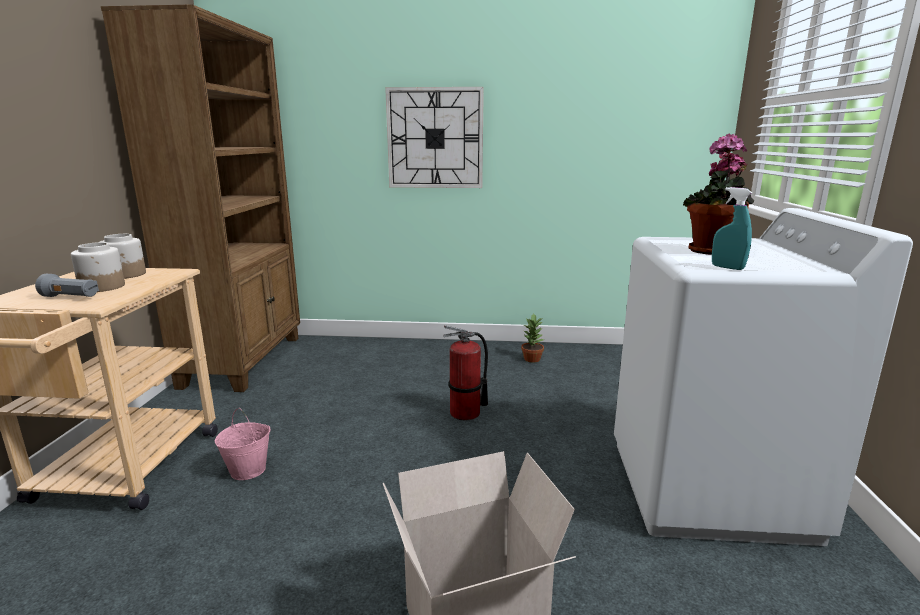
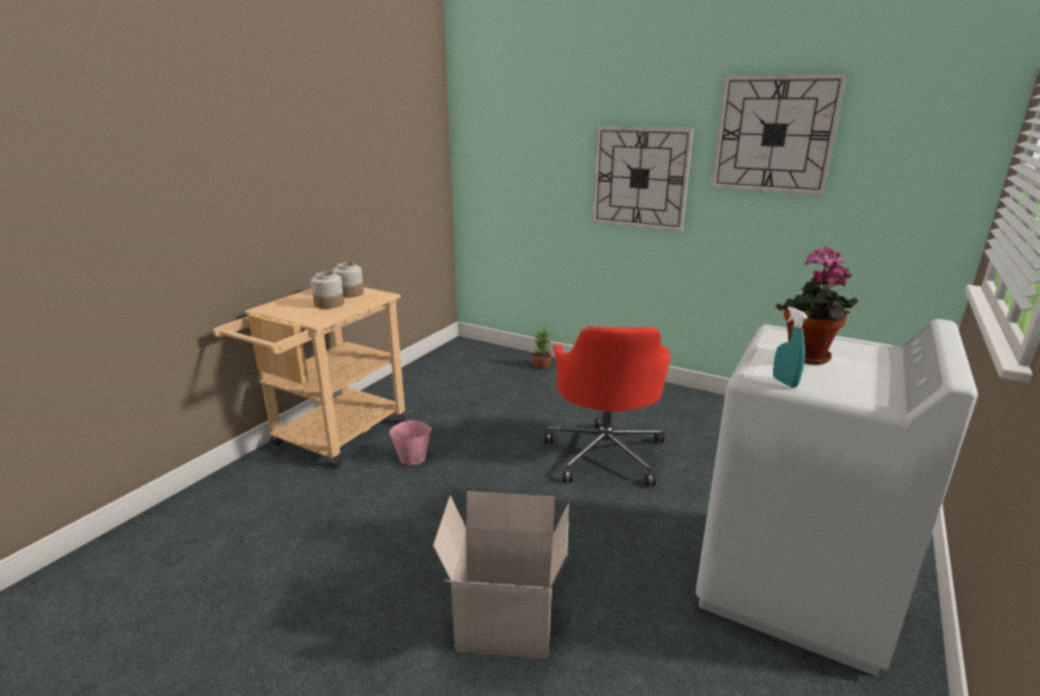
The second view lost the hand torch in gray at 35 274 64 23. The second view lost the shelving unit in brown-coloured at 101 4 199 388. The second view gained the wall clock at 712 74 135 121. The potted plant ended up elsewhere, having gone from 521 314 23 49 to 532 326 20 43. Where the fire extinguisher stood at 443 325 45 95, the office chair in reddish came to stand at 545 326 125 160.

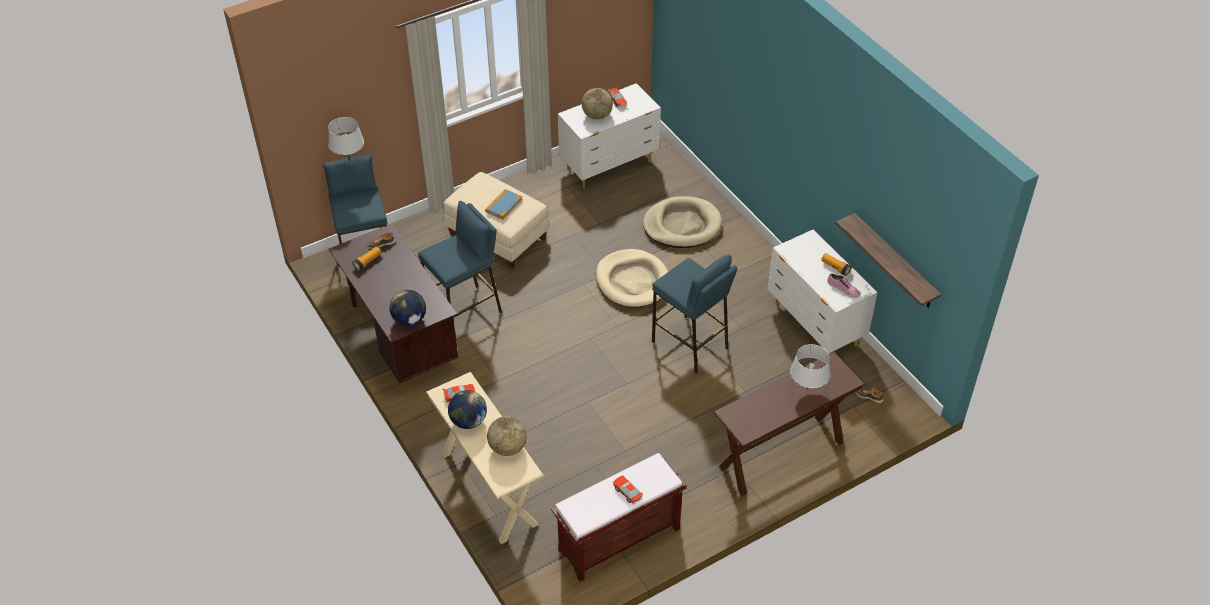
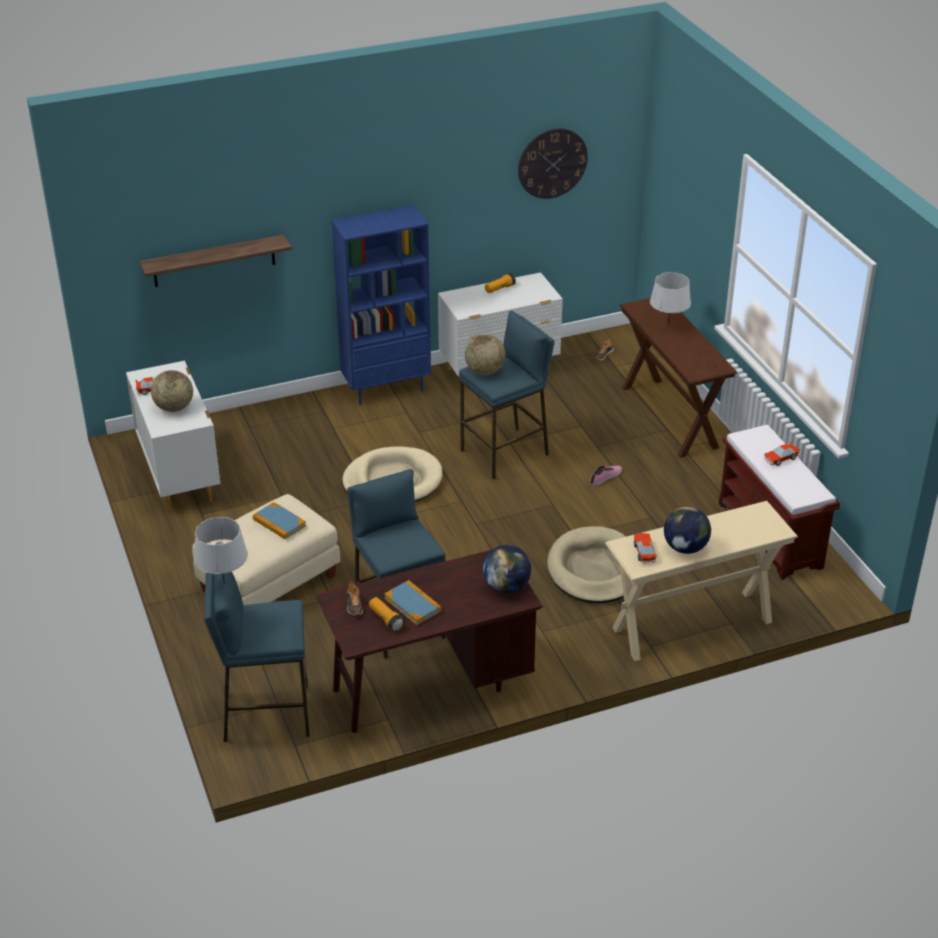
The second view gained the shelving unit in blue-coloured at 332 205 99 200. The second view gained the book at 384 580 58 45. The second view gained the wall clock at 518 128 70 71. The desk globe ended up elsewhere, having gone from 487 416 40 40 to 465 335 40 40. The dog cushion in beige ended up elsewhere, having gone from 643 196 79 52 to 547 526 87 77. The shoe ended up elsewhere, having gone from 827 273 33 25 to 590 465 32 21. The wall shelf ended up elsewhere, having gone from 835 213 106 95 to 139 235 153 52.

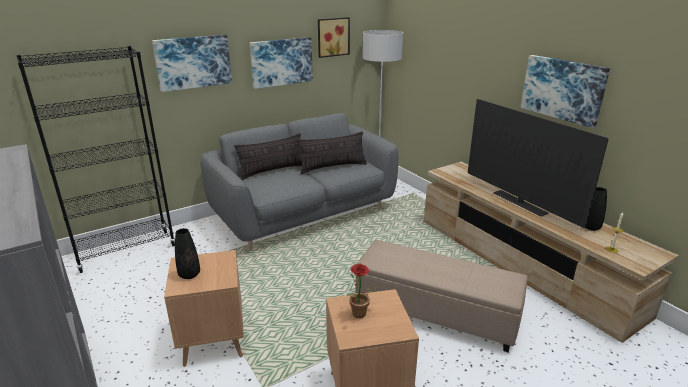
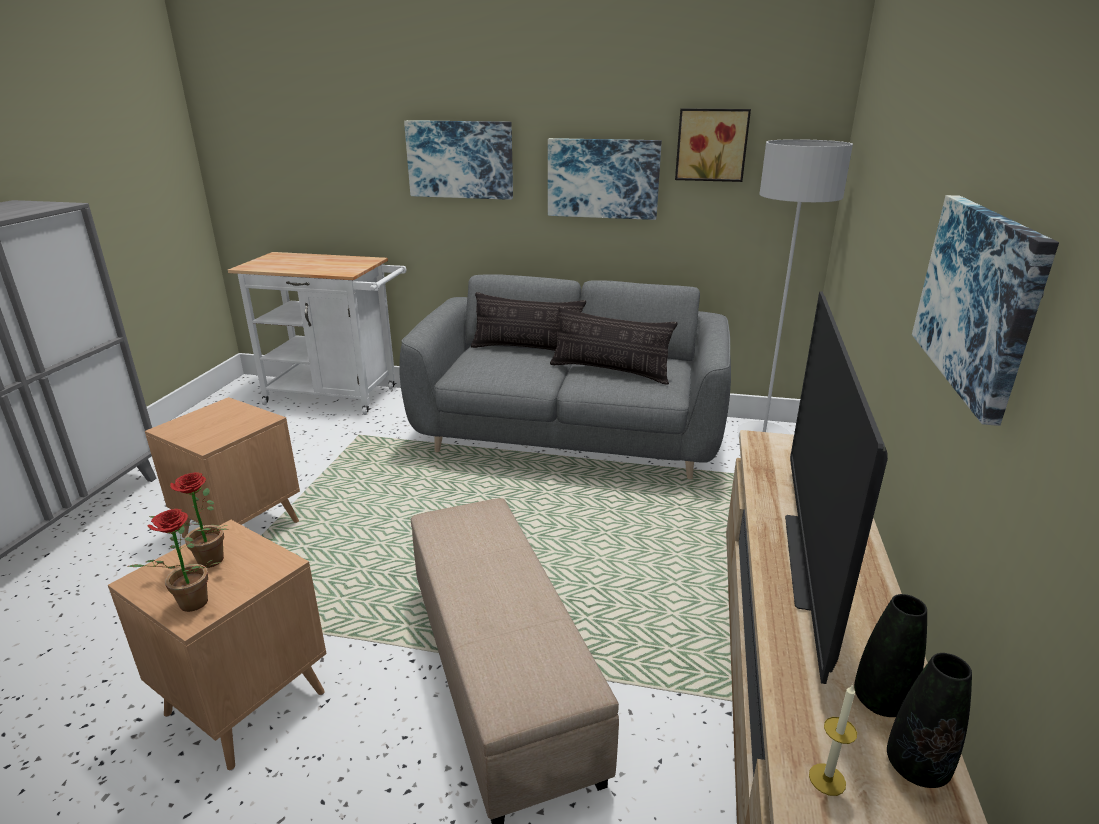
The second view gained the potted plant at 127 509 95 103. The decorative vase in black-coloured ended up elsewhere, having gone from 175 228 25 51 to 887 653 85 135. Where the shelving unit in black-coloured stood at 16 46 159 227, the wheeled cart in white came to stand at 228 252 178 163.

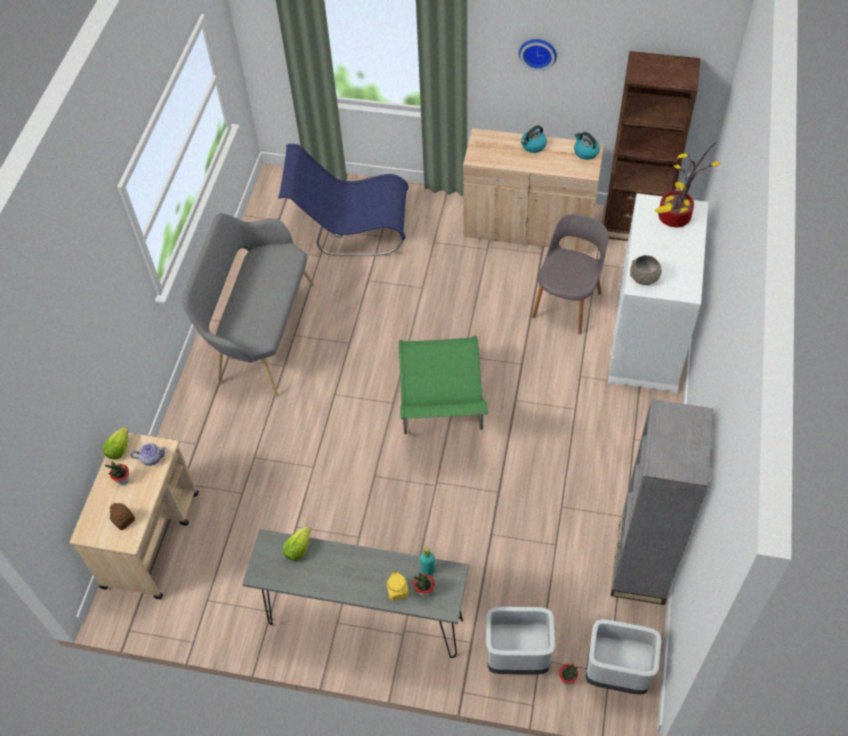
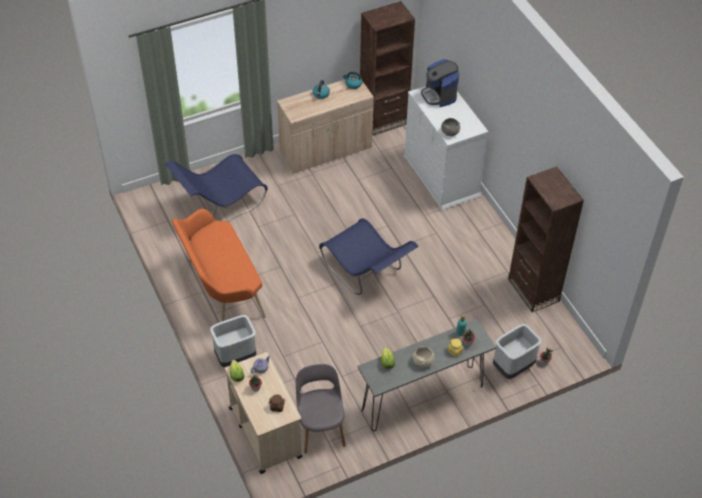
The second view lost the wall clock at 519 39 38 32. The second view gained the serving bowl in beige at 413 346 22 21. The plain chair in gray ended up elsewhere, having gone from 532 214 76 120 to 296 364 50 89. The rubbish bin in gray ended up elsewhere, having gone from 586 619 76 76 to 210 315 46 52. Where the potted plant stood at 654 142 66 85, the coffee machine came to stand at 421 59 38 48. What was the long seat in gray at 182 213 133 184 turned into the long seat in orange at 172 209 94 113. What was the plain chair in greenish at 399 335 89 99 turned into the plain chair in blue-coloured at 319 218 100 77. What was the shelving unit in gray at 611 399 102 206 turned into the shelving unit in brown-coloured at 508 166 76 146.

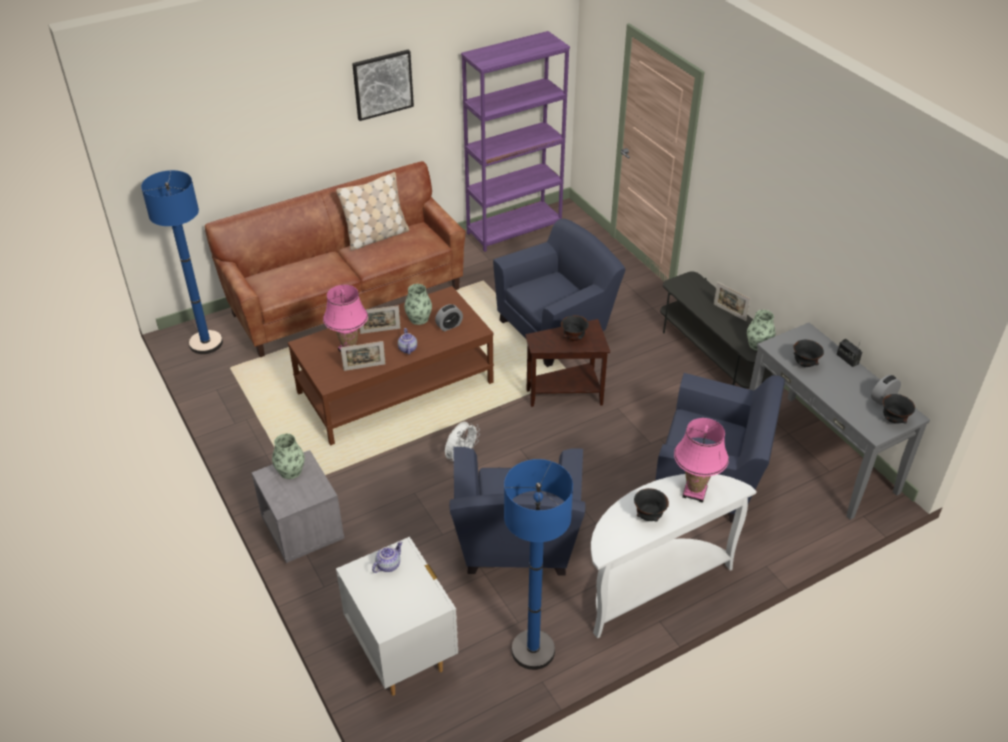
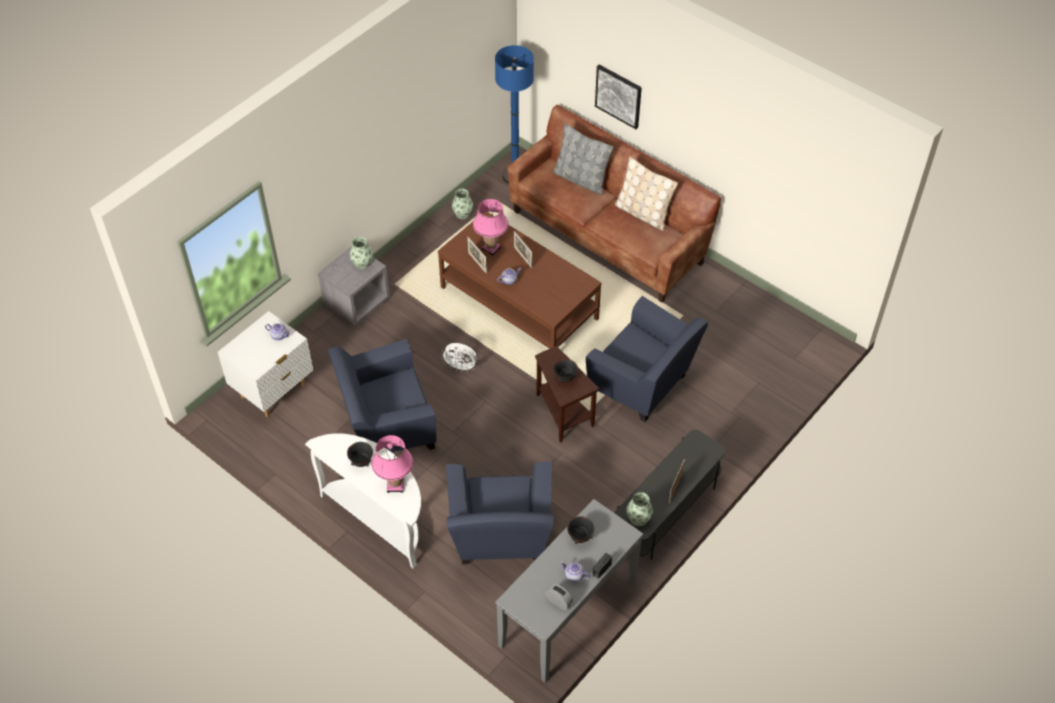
The second view lost the table clock at 435 304 28 27. The second view lost the shelving unit in purplish at 461 31 109 221. The second view lost the standard lamp in blue-coloured at 504 459 69 211. The second view lost the serving bowl in black-coloured at 883 394 32 30. The second view gained the cushion in gray at 553 124 61 71. The second view gained the pot for tea at 560 562 30 20. The wall art ended up elsewhere, having gone from 352 49 62 72 to 595 64 47 65. The decorative vase ended up elsewhere, having gone from 404 284 28 41 to 452 189 21 30.

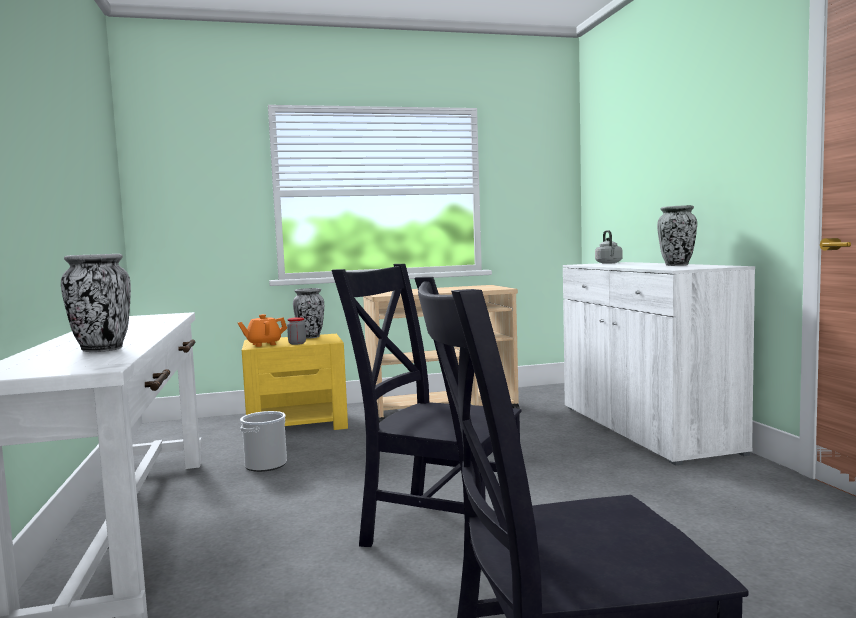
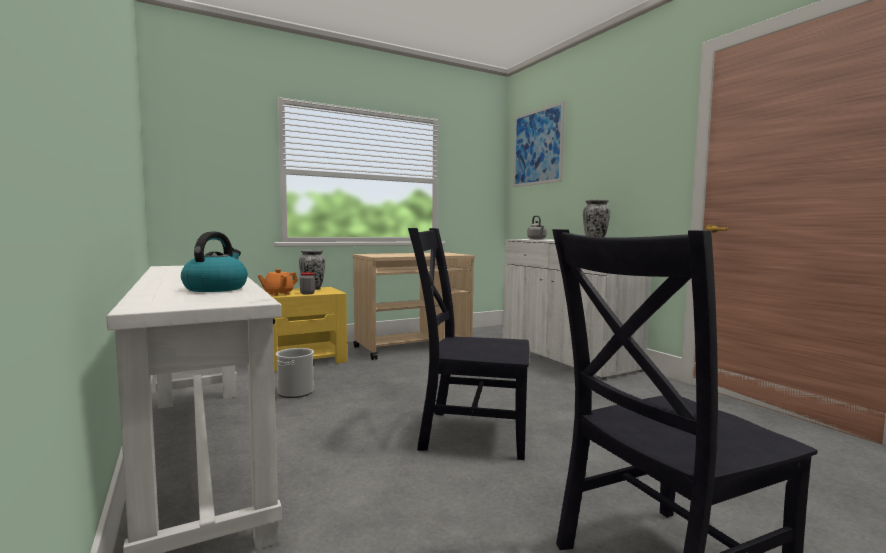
The second view gained the wall art at 513 101 52 86. Where the decorative vase stood at 61 254 70 98, the tea kettle came to stand at 181 232 67 60.

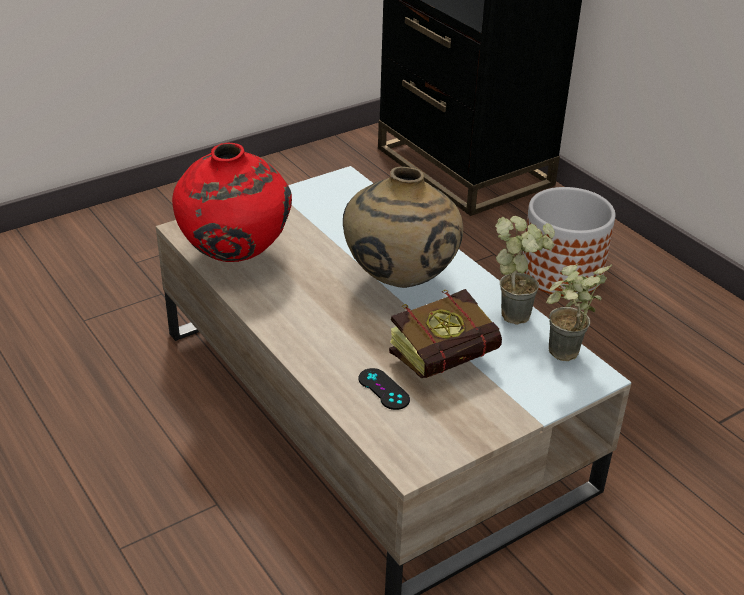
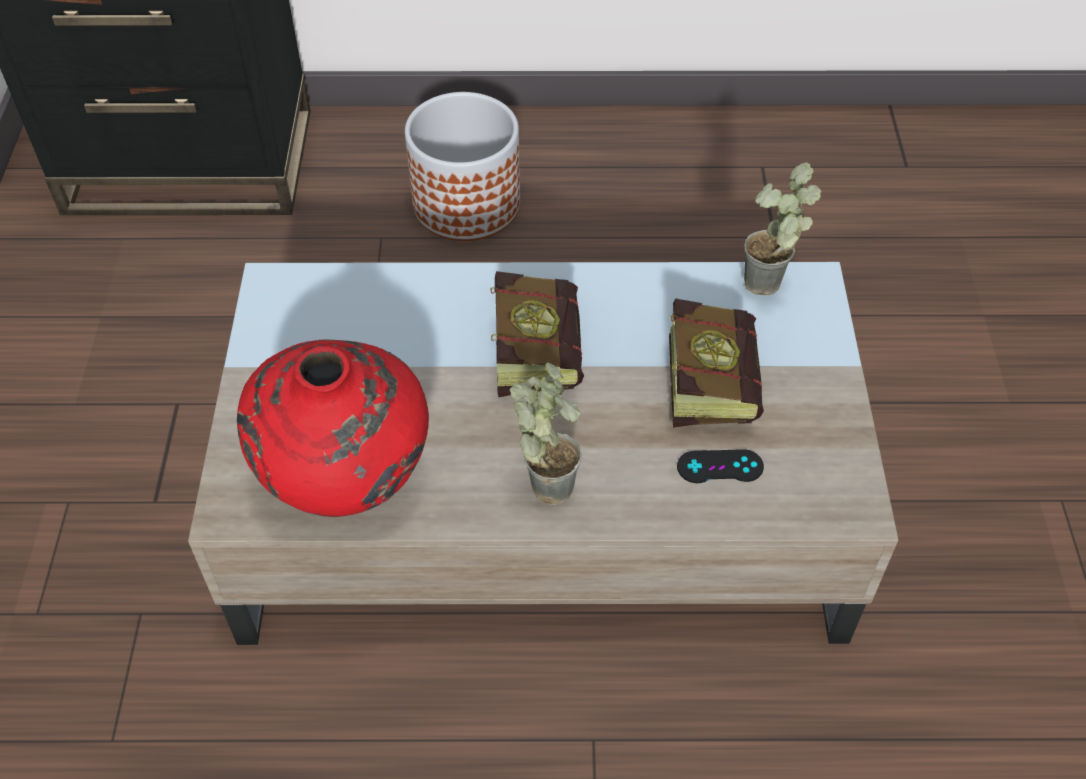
The potted plant ended up elsewhere, having gone from 495 216 60 109 to 509 362 73 143. Where the decorative vase in beige stood at 343 167 120 121, the book came to stand at 490 271 94 126.

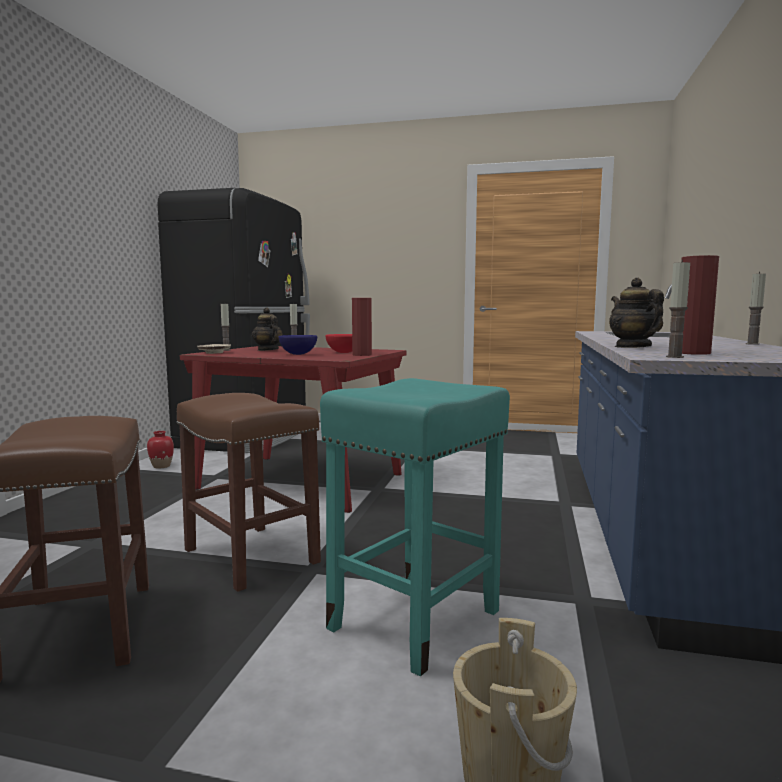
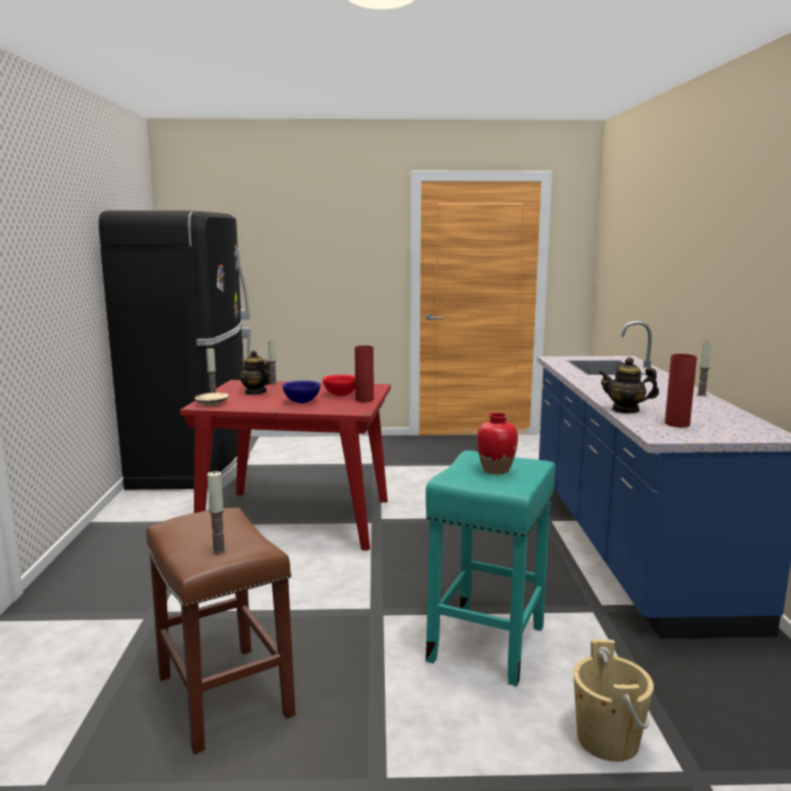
The second view lost the stool in brown-coloured at 176 393 145 199. The decorative vase in reddish ended up elsewhere, having gone from 147 431 27 38 to 477 413 41 61. The candle ended up elsewhere, having gone from 666 260 24 98 to 207 471 19 83. The pot for tea at 609 278 55 70 ended up facing another way, 45 degrees counterclockwise from before.

